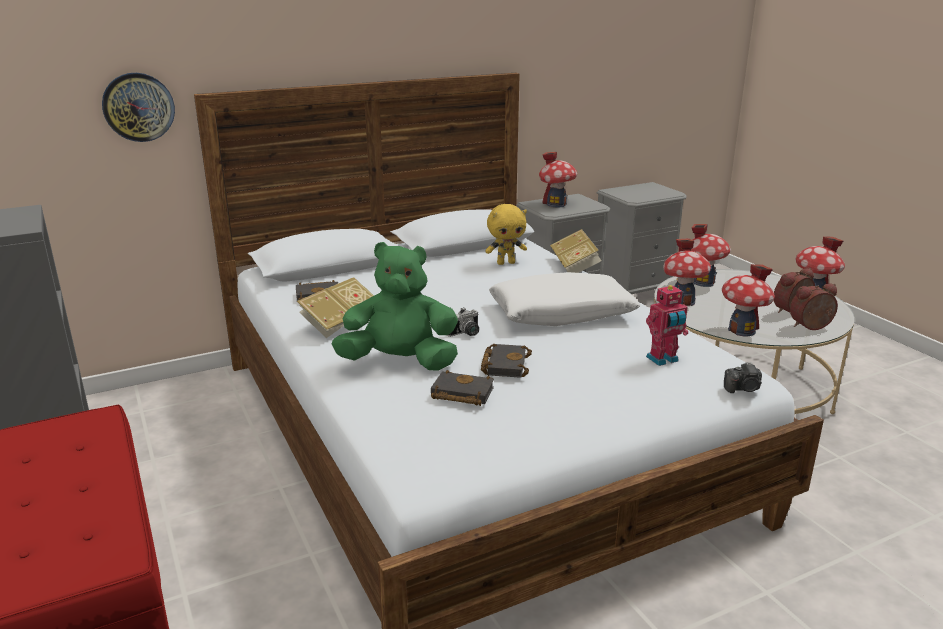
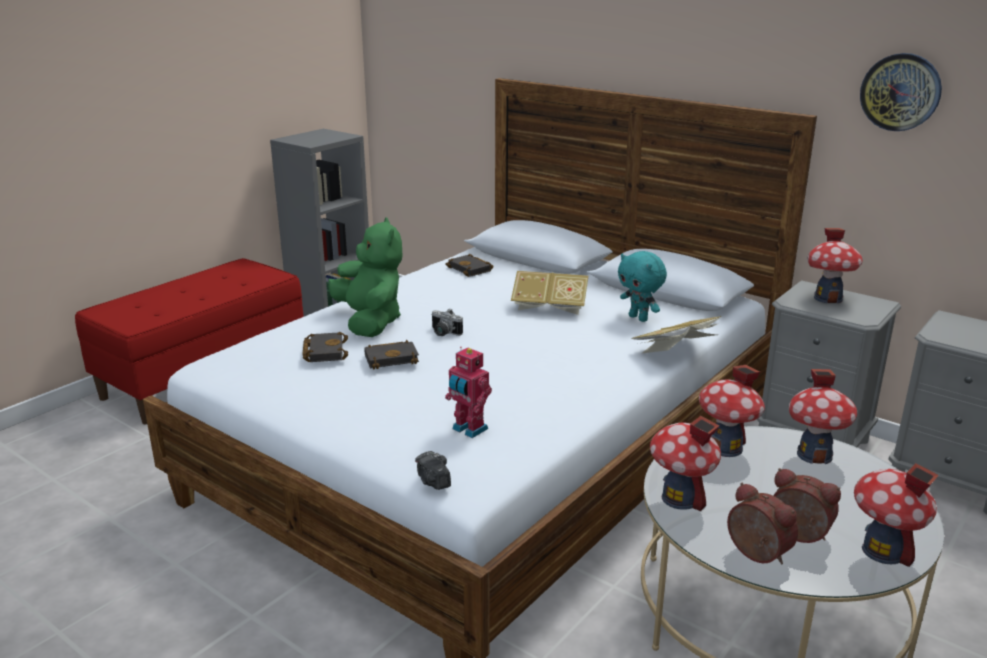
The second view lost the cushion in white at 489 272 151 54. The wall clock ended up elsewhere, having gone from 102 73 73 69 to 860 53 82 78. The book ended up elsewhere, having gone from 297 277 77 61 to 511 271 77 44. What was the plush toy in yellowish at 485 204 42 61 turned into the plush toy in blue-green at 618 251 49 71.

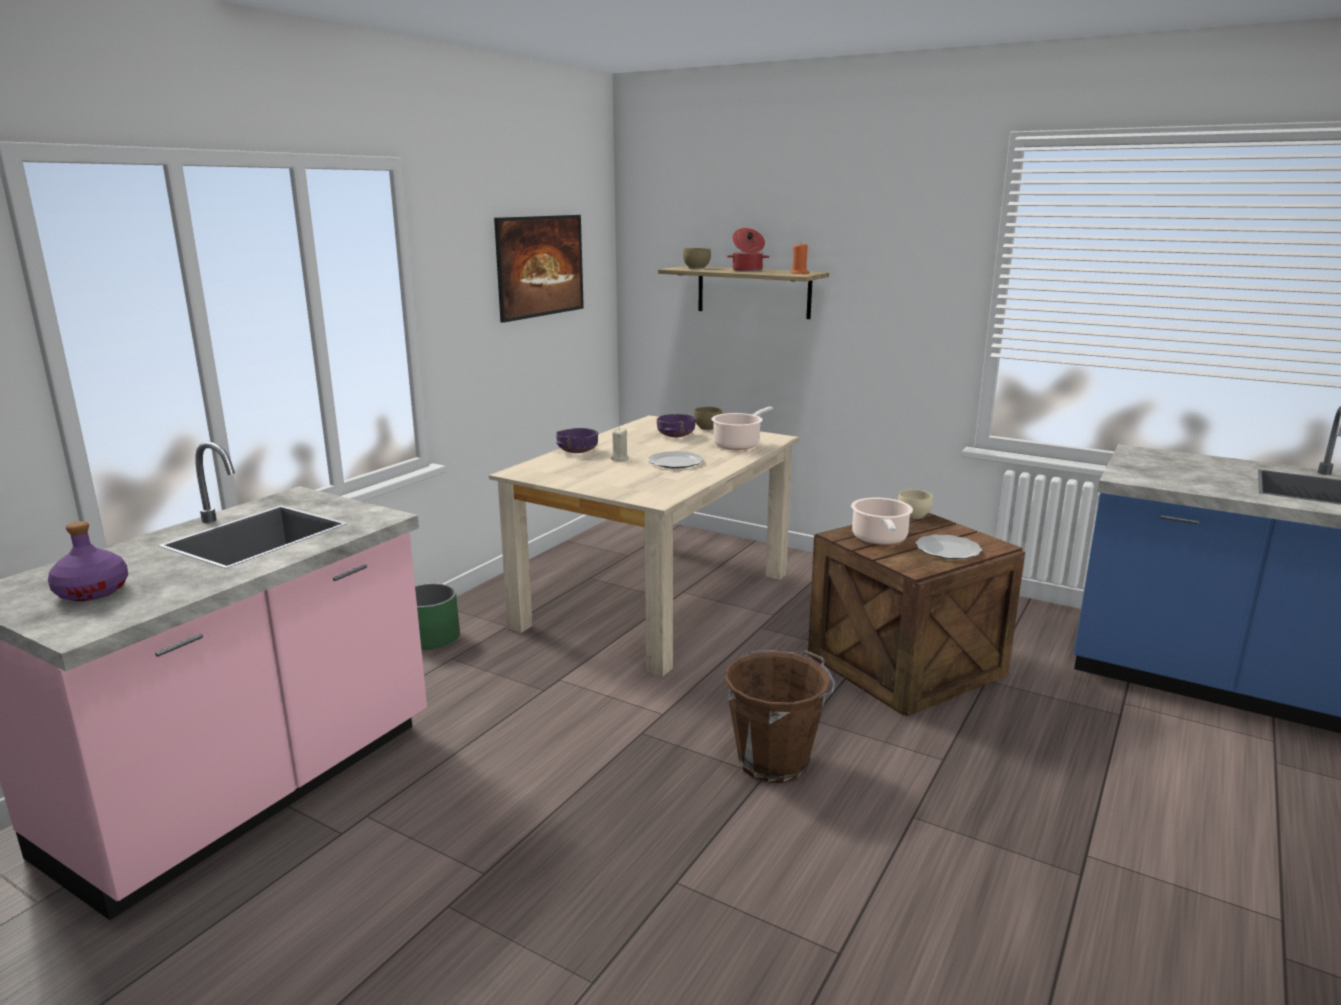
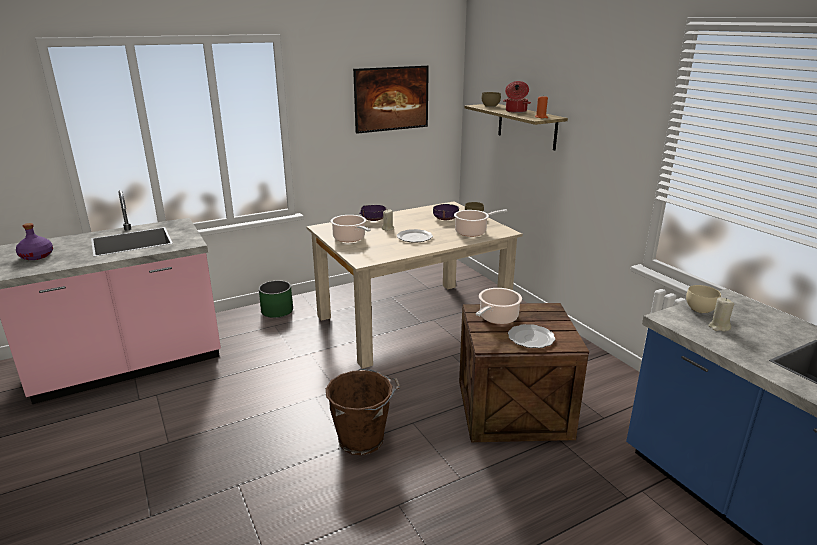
The second view gained the saucepot at 331 215 40 27. The second view gained the candle in beige at 708 297 26 34. The serving bowl in beige ended up elsewhere, having gone from 898 489 35 30 to 686 285 35 29.

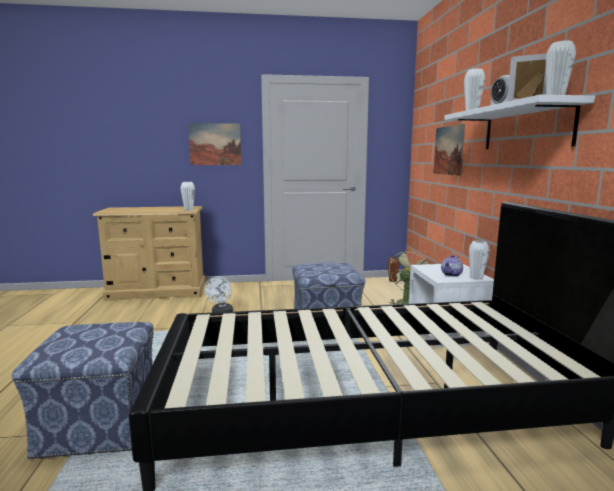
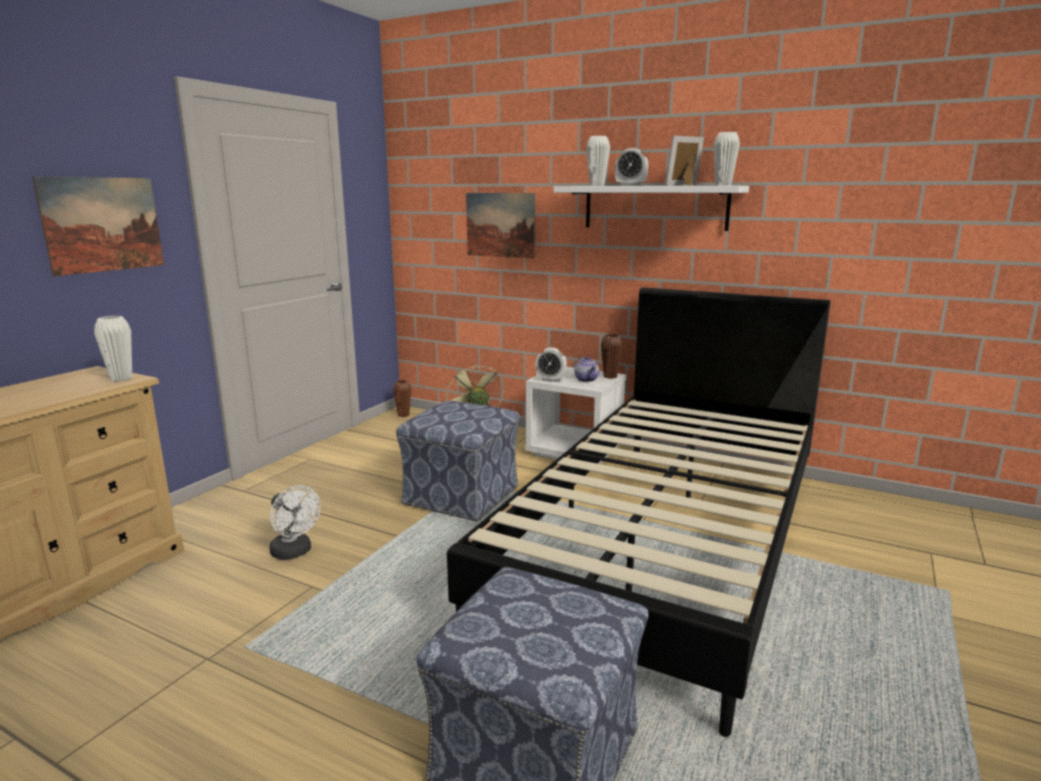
The second view gained the table clock at 536 347 31 35. What was the decorative vase in white at 469 241 20 39 turned into the decorative vase in brown-coloured at 601 334 22 45.

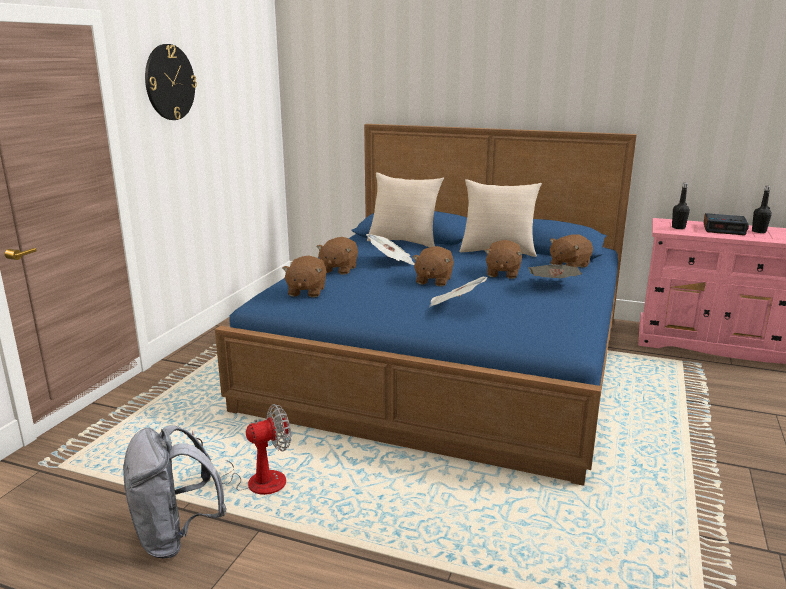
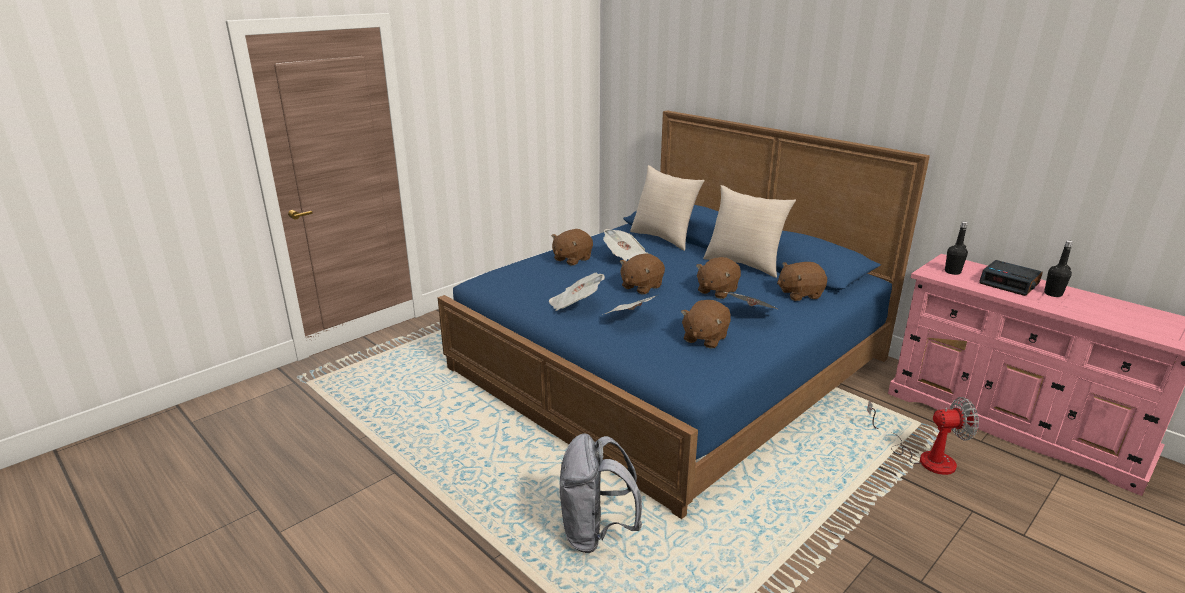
The second view lost the wall clock at 145 44 52 76. The second view gained the printed paper at 549 273 56 38. The knapsack in gray ended up elsewhere, having gone from 123 425 104 133 to 560 434 82 119. The fan ended up elsewhere, having gone from 192 404 99 91 to 867 397 112 78. The plush toy in brown-coloured ended up elsewhere, having gone from 282 255 45 42 to 681 300 50 49.

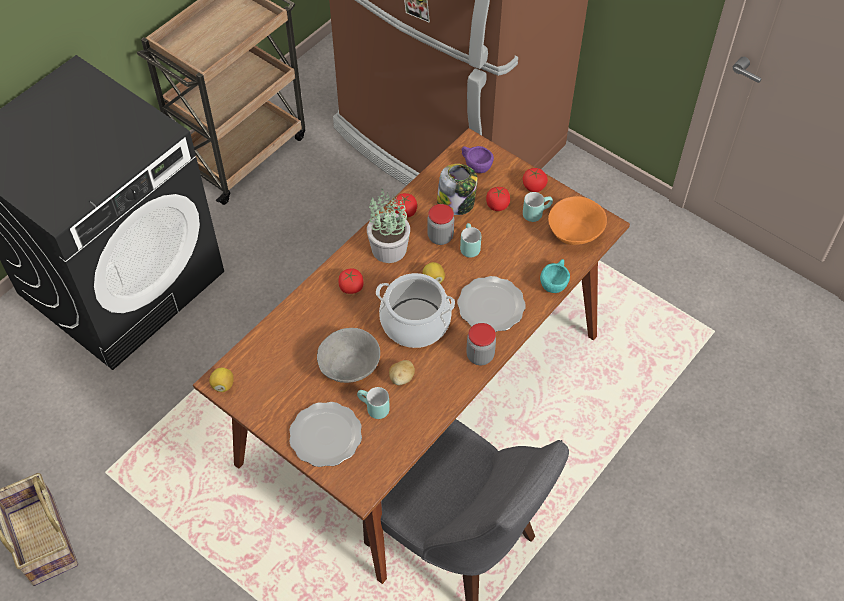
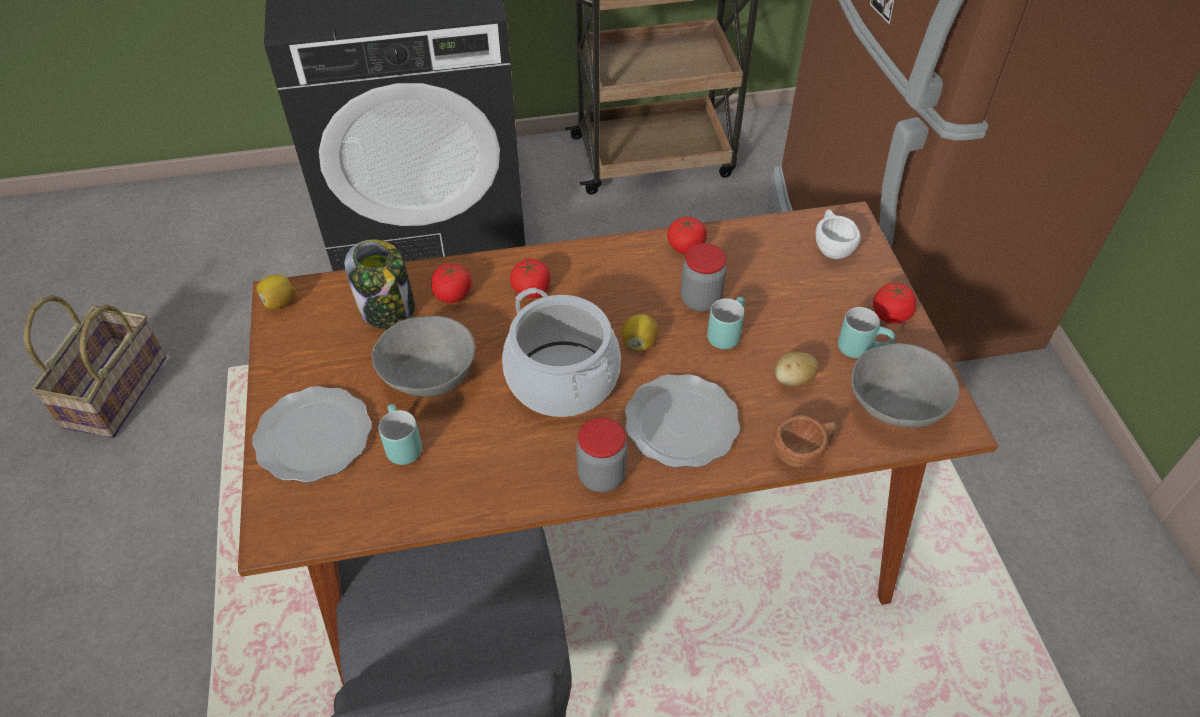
The second view lost the potted plant at 367 189 43 74. The whole potato ended up elsewhere, having gone from 389 360 26 25 to 774 352 44 34. The storage jar ended up elsewhere, having gone from 437 164 41 51 to 345 240 70 89. The tomato ended up elsewhere, having gone from 486 187 24 24 to 431 263 41 40. What was the small cup in purplish at 462 146 32 27 turned into the small cup in white at 816 209 45 50. What was the small cup in blue-green at 540 259 30 34 turned into the small cup in brown-coloured at 773 415 64 52. What was the serving bowl in orange at 548 196 59 49 turned into the serving bowl in gray at 851 343 108 84.

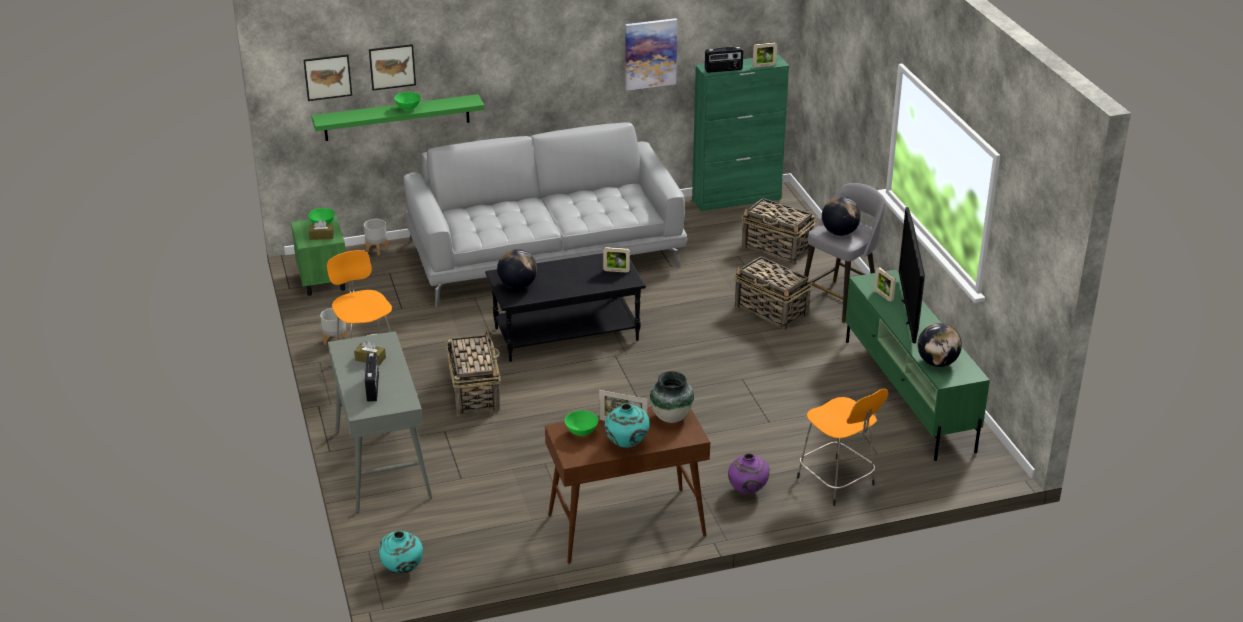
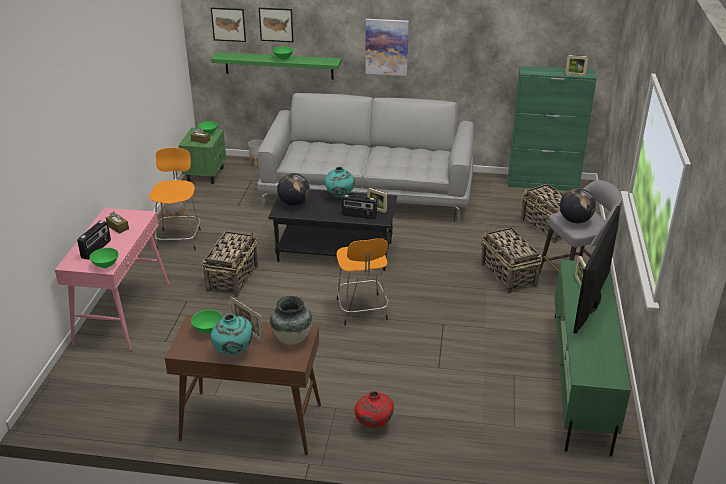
The second view lost the desk globe at 917 323 45 44. The second view gained the serving bowl in greenish at 90 248 28 20. The decorative vase in blue-green ended up elsewhere, having gone from 378 530 45 44 to 325 167 30 30. The wall art ended up elsewhere, having gone from 625 18 52 73 to 366 19 43 57. The radio ended up elsewhere, having gone from 705 47 38 26 to 342 195 35 24. The stool in orange ended up elsewhere, having gone from 797 389 91 117 to 336 238 53 88. What was the narrow table in gray at 328 331 104 181 turned into the narrow table in pink at 55 208 115 143. What was the decorative vase in purplish at 728 453 42 41 turned into the decorative vase in reddish at 355 391 39 37.

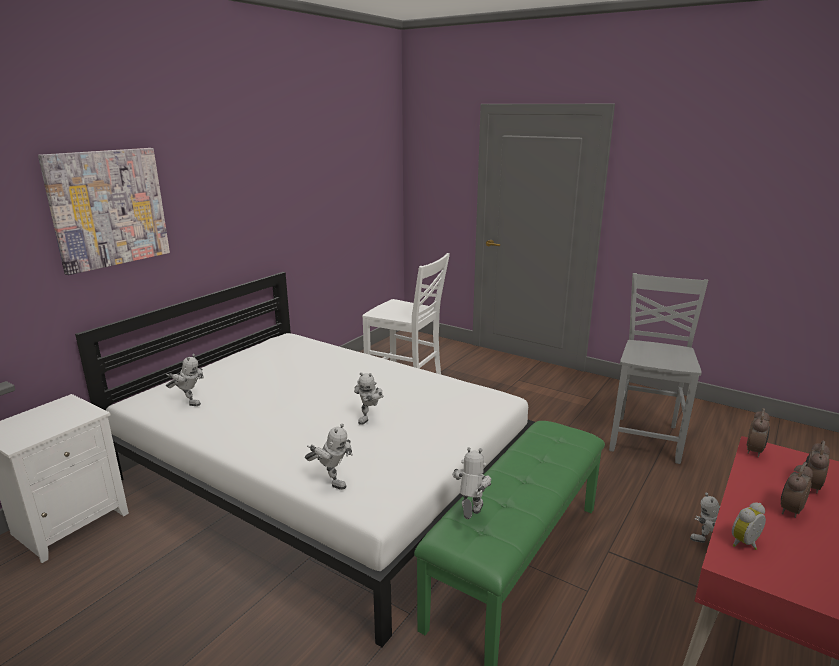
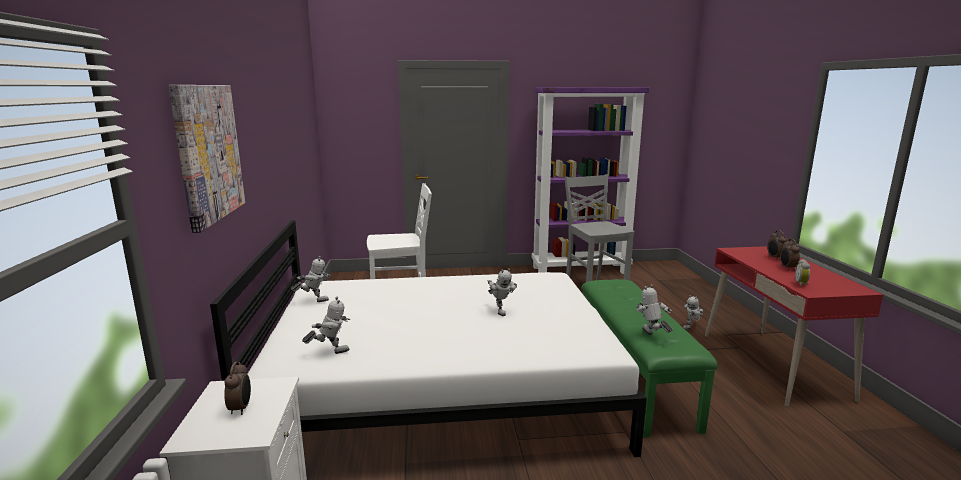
The second view gained the shelving unit in purplish at 532 87 117 187. The robot figure ended up elsewhere, having gone from 305 423 48 67 to 291 256 39 46. The table clock ended up elsewhere, having gone from 747 408 23 50 to 224 361 27 54.

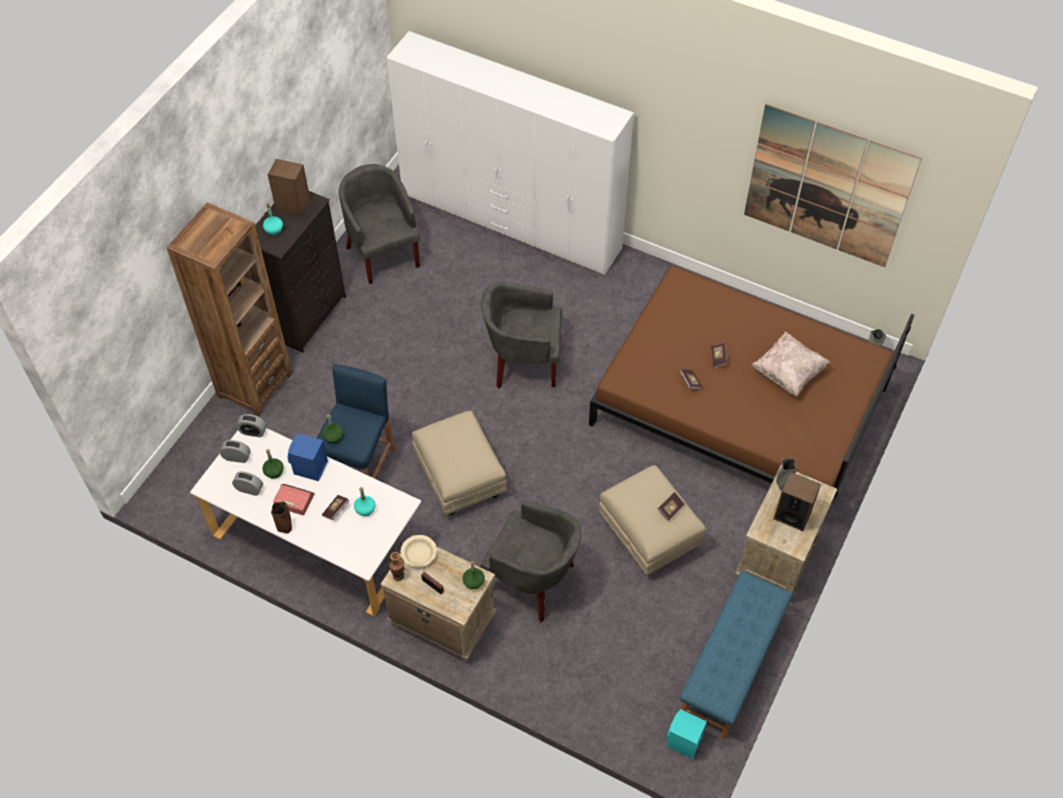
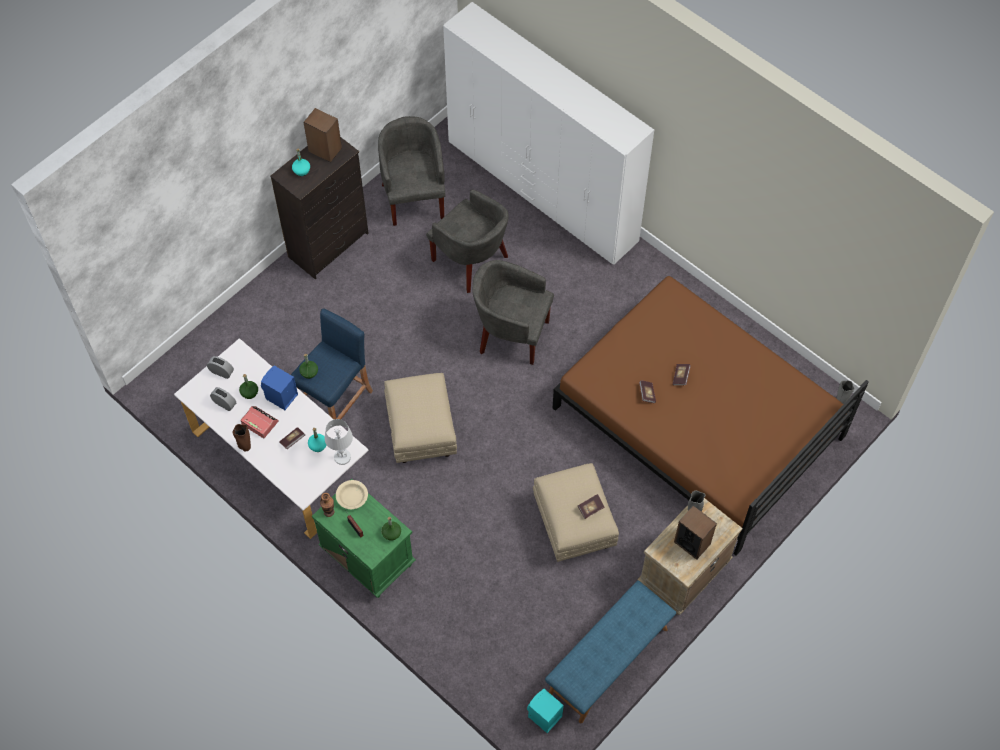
The second view lost the shelving unit in brown-coloured at 167 202 125 214. The second view lost the table clock at 236 414 31 23. The second view lost the wall art at 744 104 178 163. The second view lost the cushion in beige at 751 332 79 65. The second view gained the lamp for a table in white at 325 419 28 46. The easy chair in gray ended up elsewhere, having gone from 480 500 101 122 to 426 190 83 103. What was the bedside table in beige at 380 535 117 126 turned into the bedside table in greenish at 312 479 104 119.

